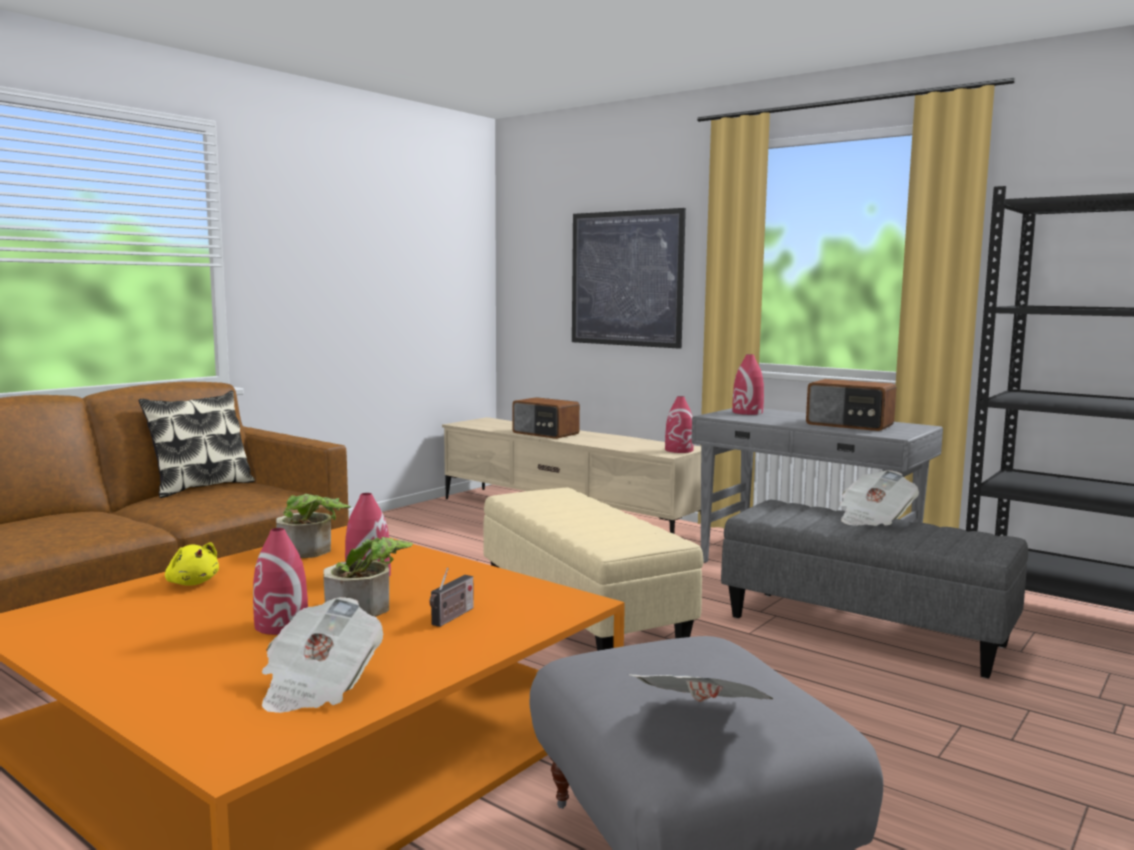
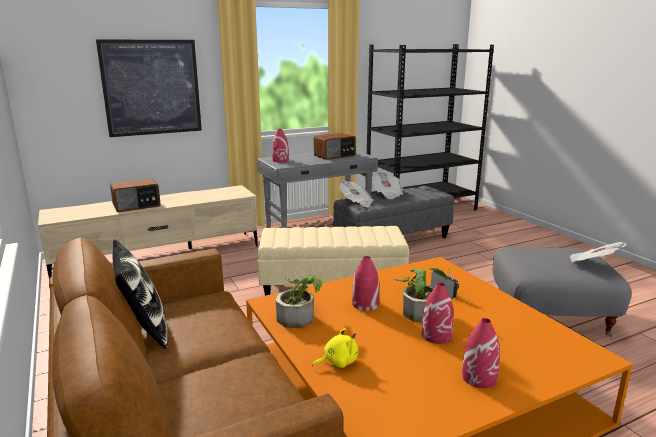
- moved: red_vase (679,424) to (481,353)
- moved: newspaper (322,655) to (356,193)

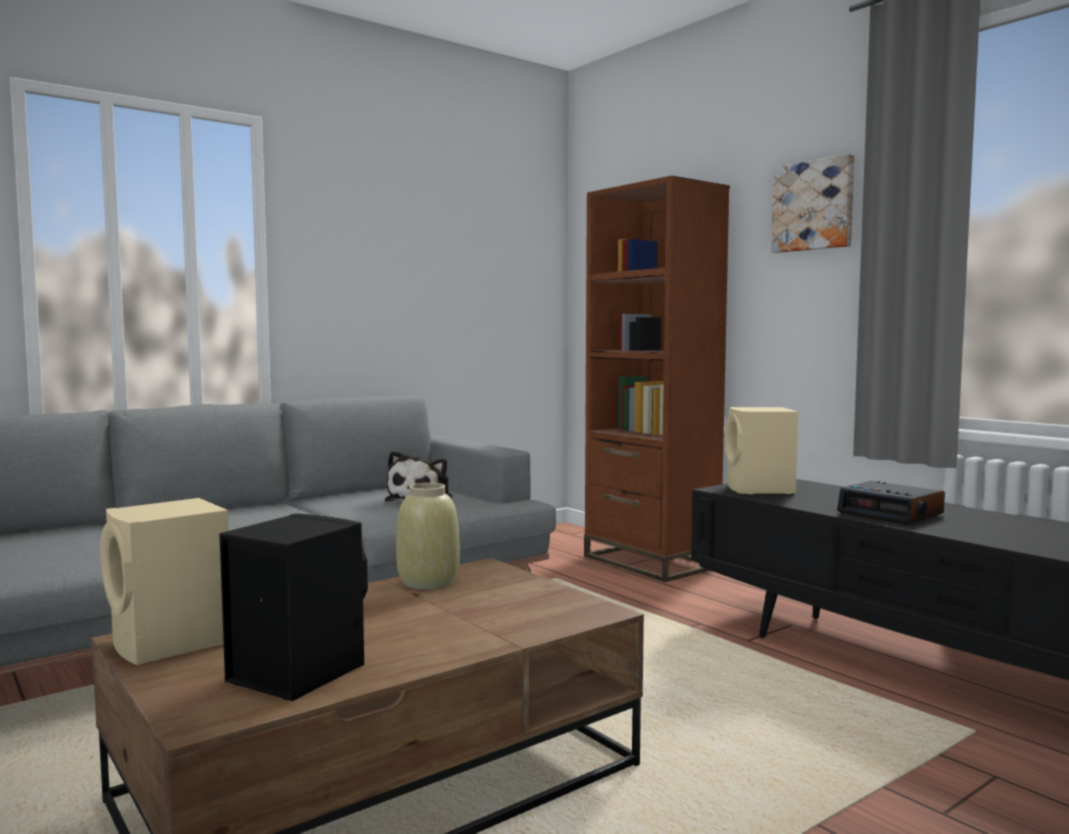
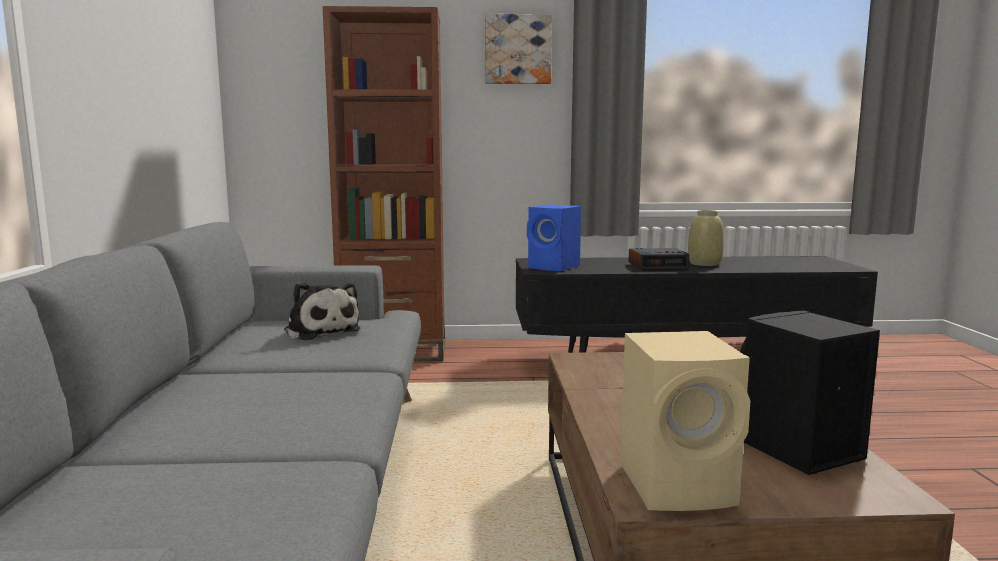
- recoloured: beige_speaker (761,450) to blue_speaker (554,237)
- moved: beige_vase (428,536) to (706,238)

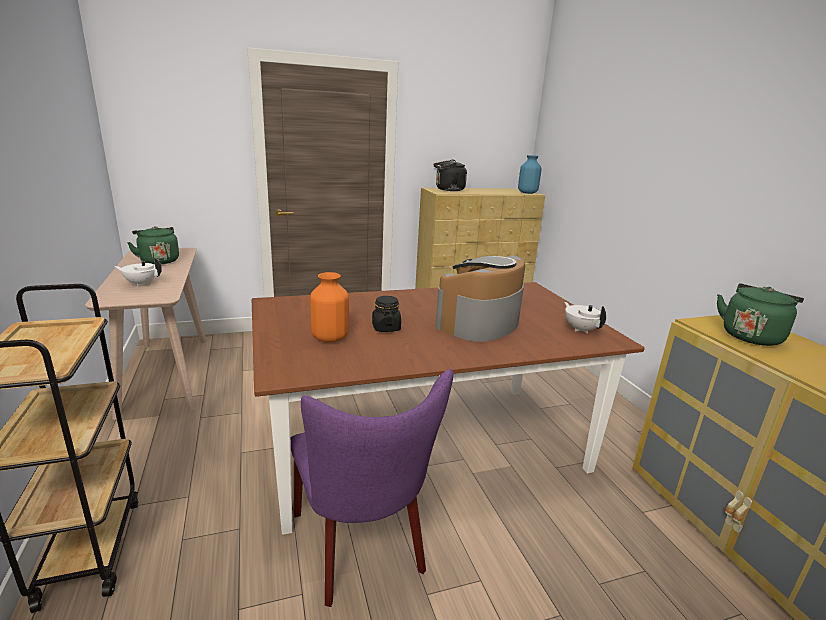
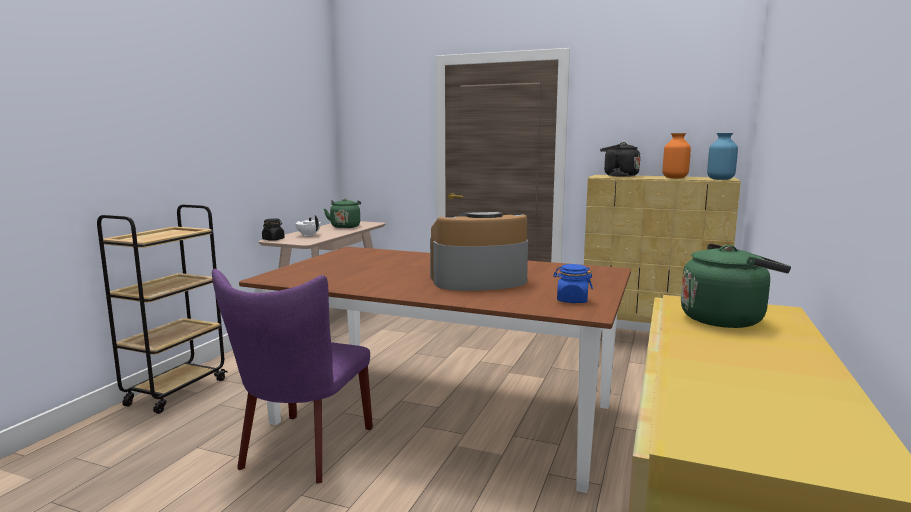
- moved: orange_vase (329,307) to (677,155)
- moved: black_jar (386,314) to (273,230)
- replaced: white_teapot (585,318) to blue_jar (573,283)

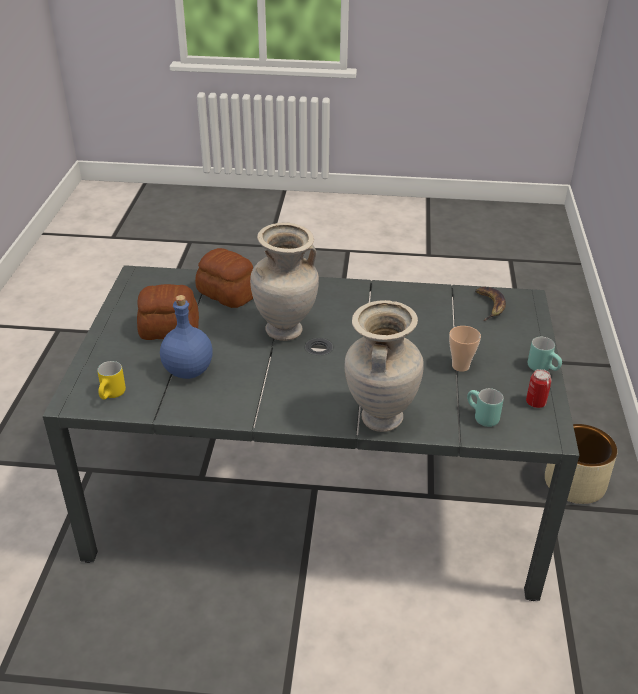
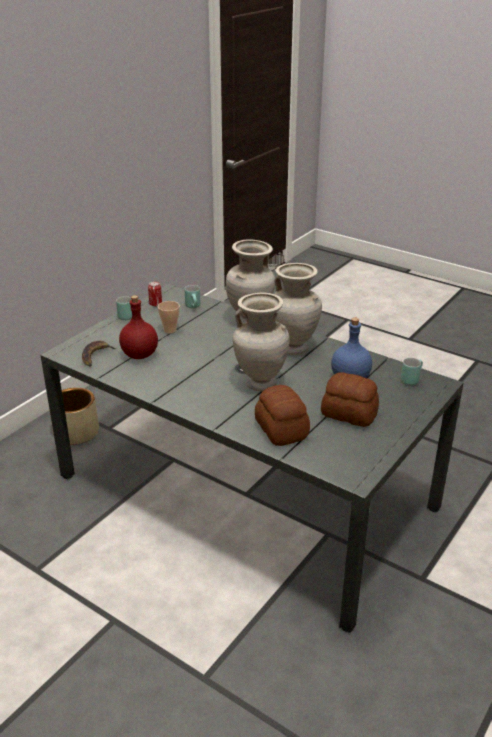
- recoloured: yellow_mug (111,380) to turquoise_mug (412,371)
- added: beige_vase (298,309)
- added: red_bottle (138,327)

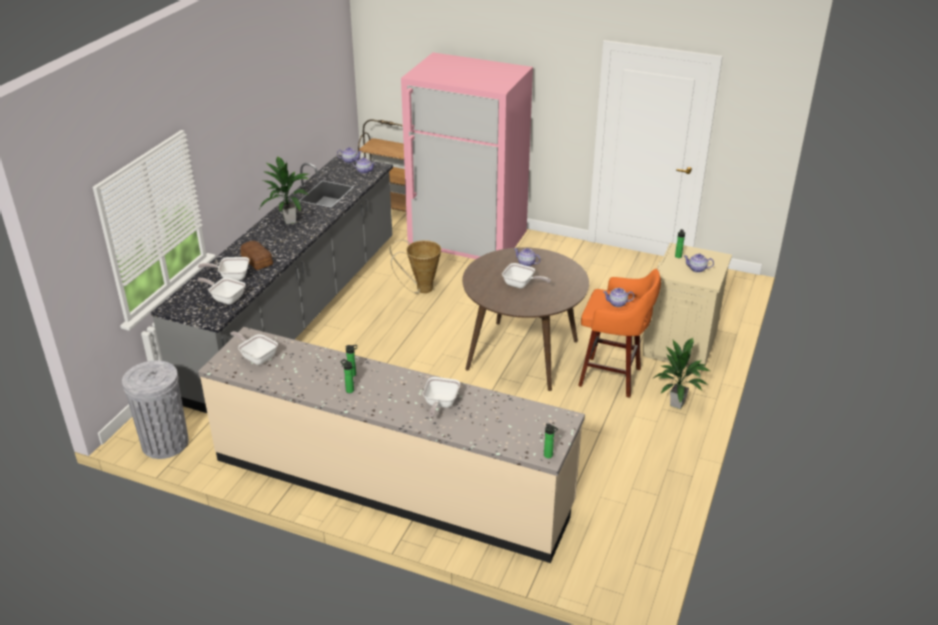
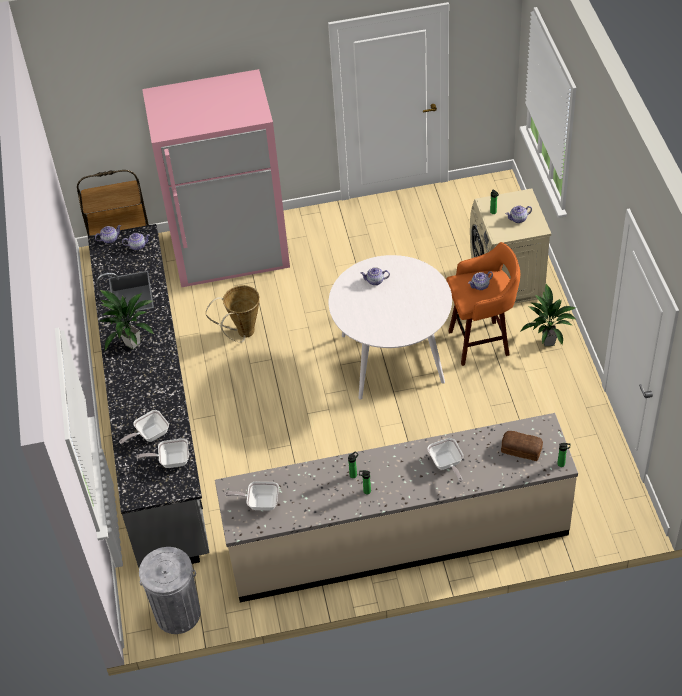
- moved: bread (256,255) to (522,446)
- recoloured: brown_dining_table (525,319) to white_dining_table (390,327)
- removed: frying_pan (526,275)

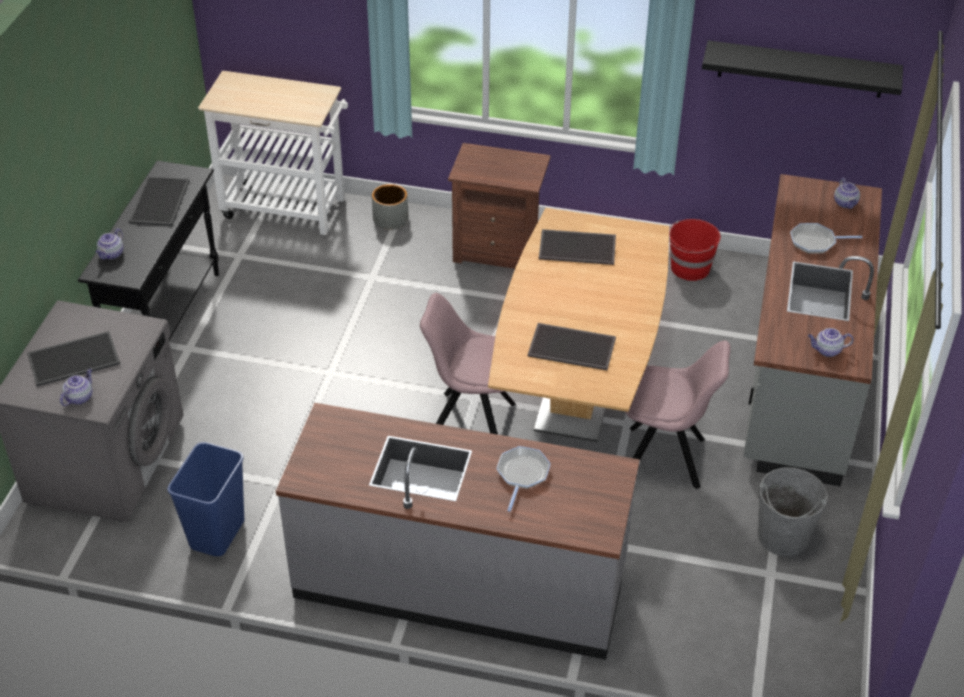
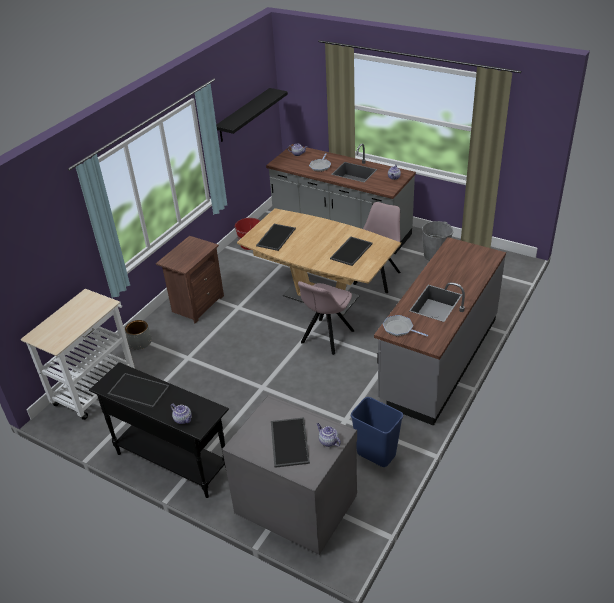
- moved: frying_pan (524,479) to (405,326)

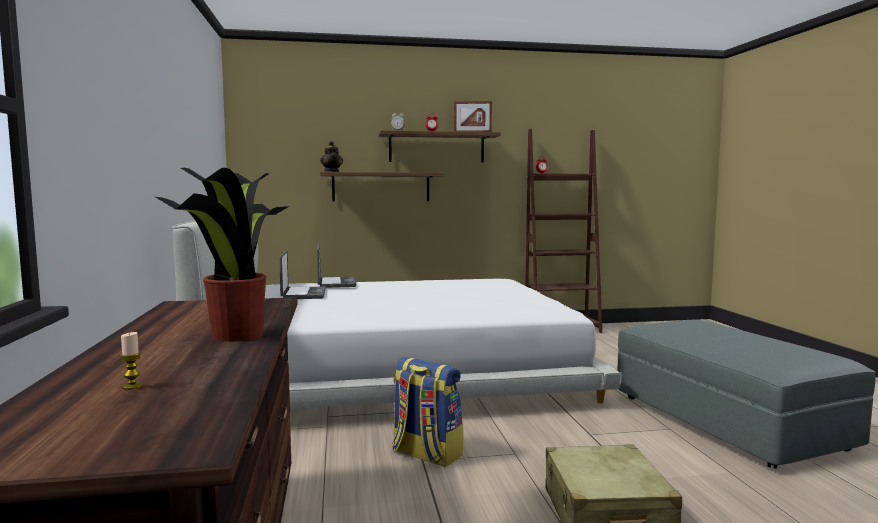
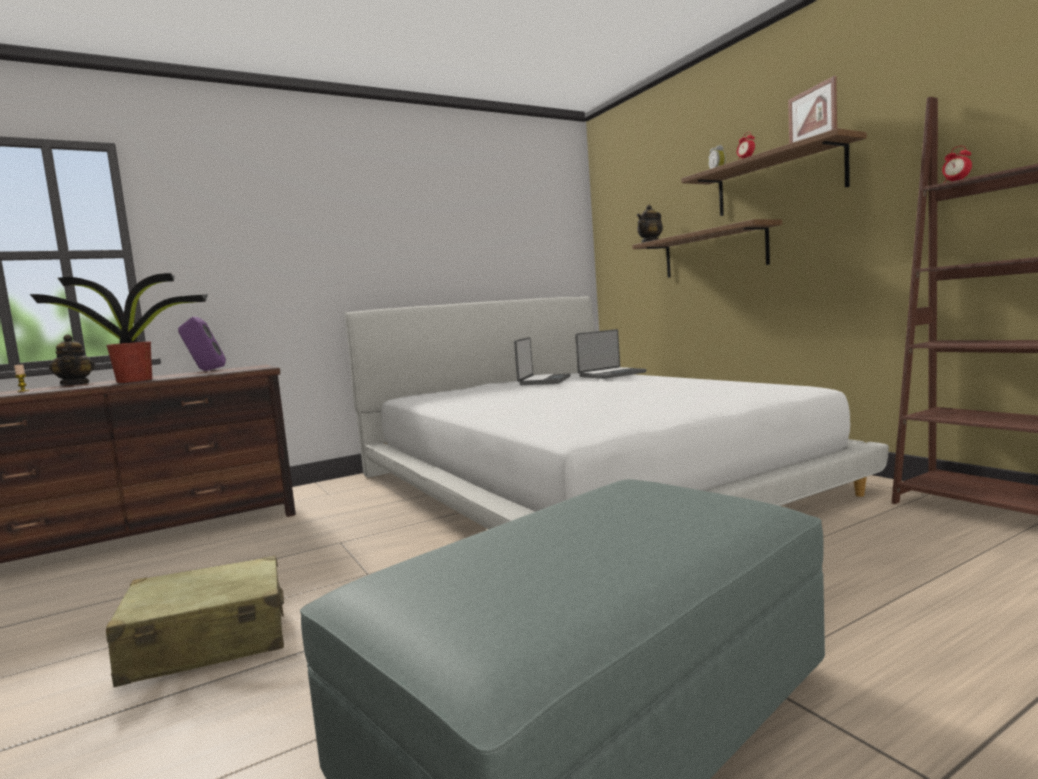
- turned: laptop (302,275) = (542,361) 45 degrees counterclockwise
- removed: backpack (427,412)
- added: purple_speaker (202,344)
- added: teapot (72,359)

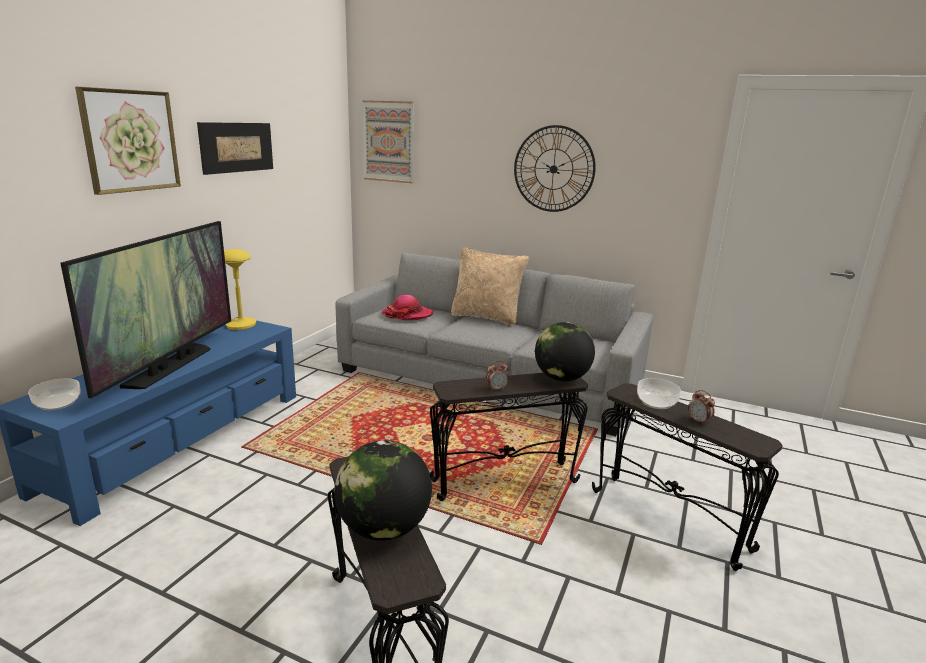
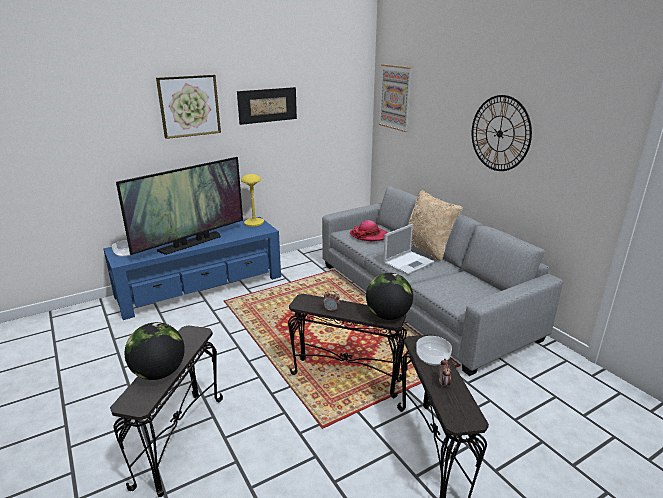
- added: laptop (409,249)

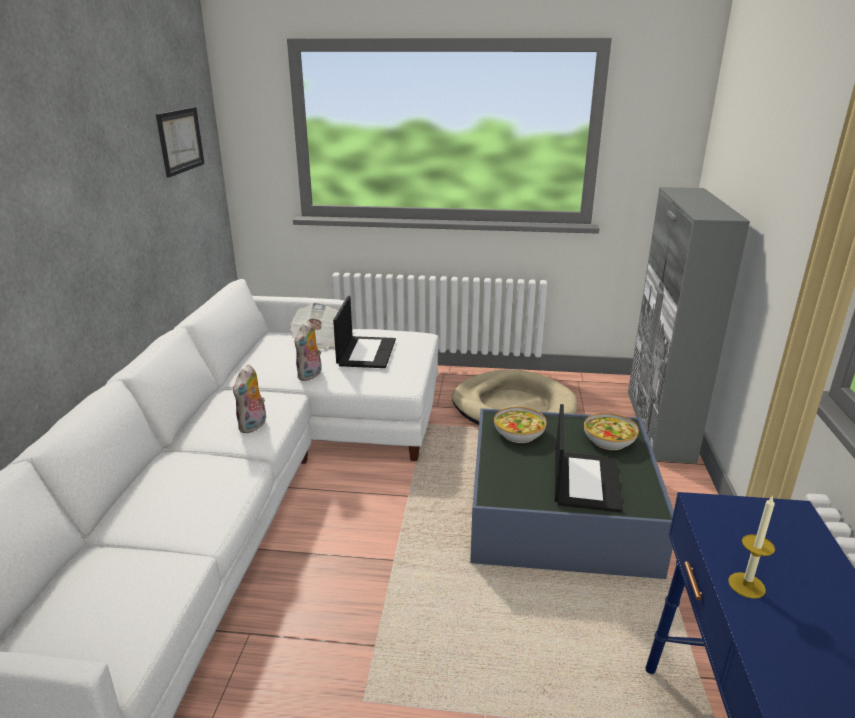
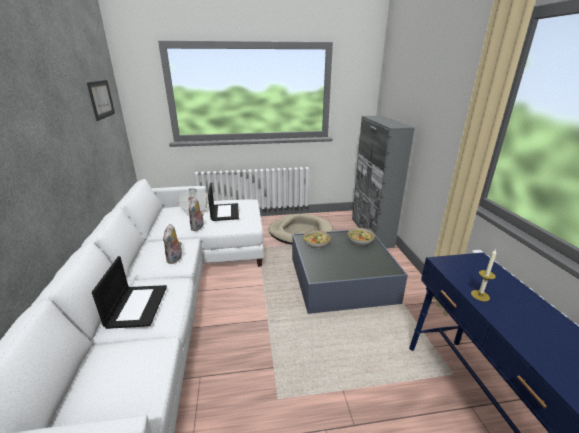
- moved: laptop (589,458) to (129,292)

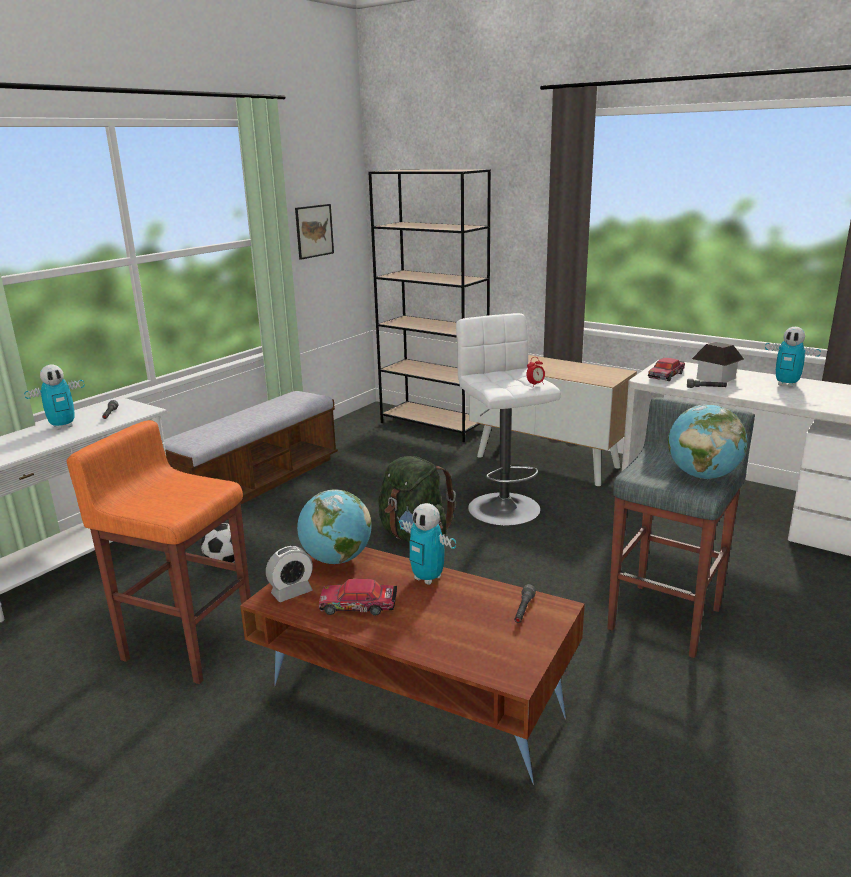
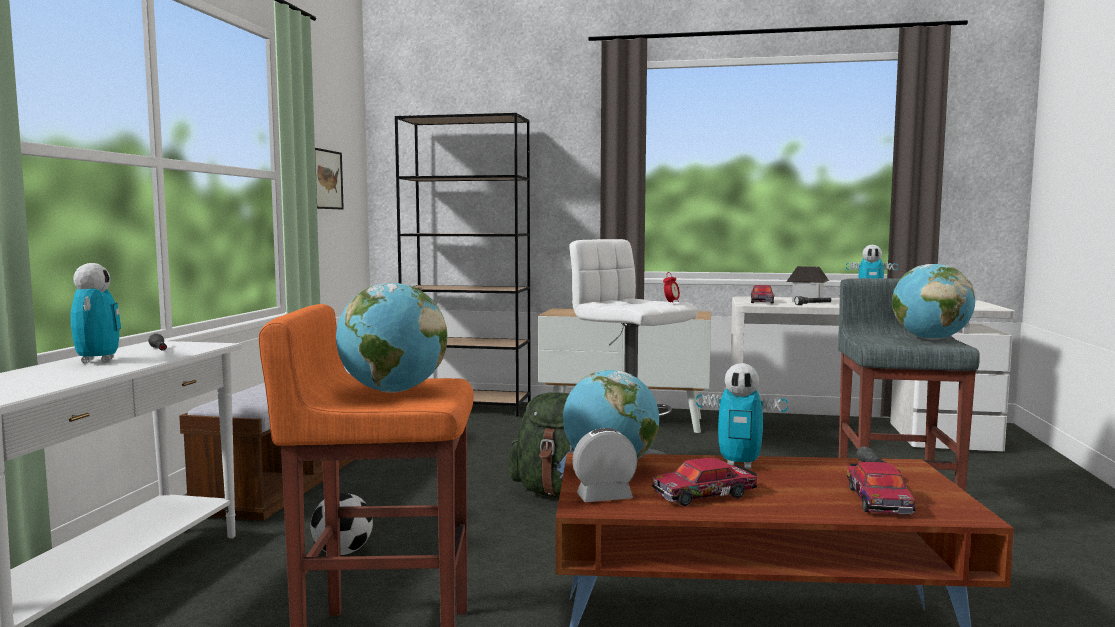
- turned: toy_robot (54,397) = (96,313) 45 degrees counterclockwise
- turned: alarm_clock (289,574) = (604,465) 135 degrees counterclockwise
- added: globe (391,338)
- added: toy_car (881,488)

